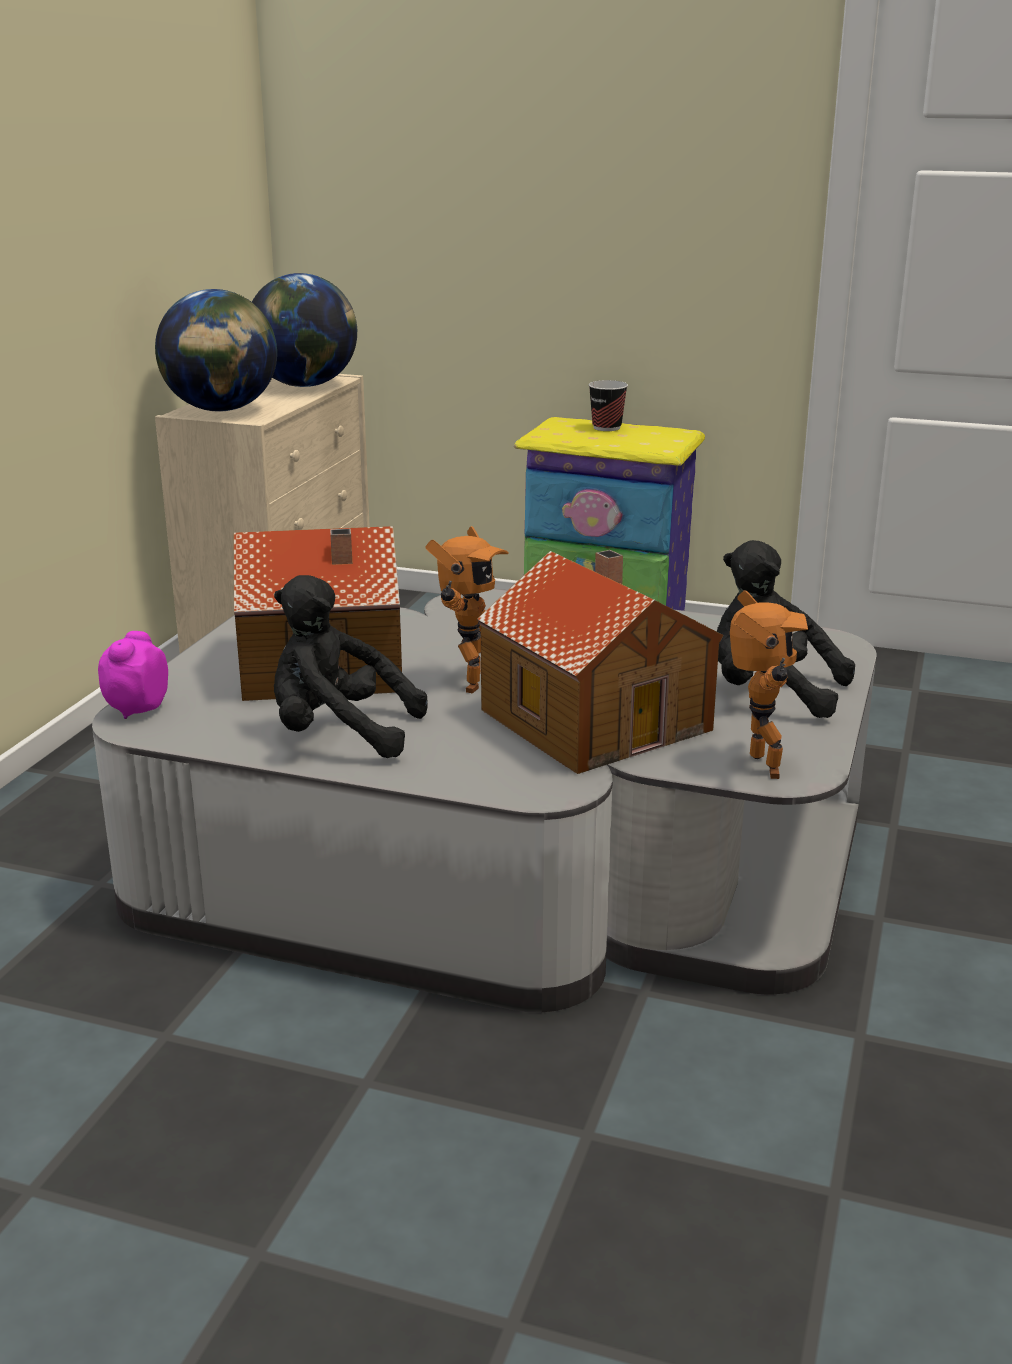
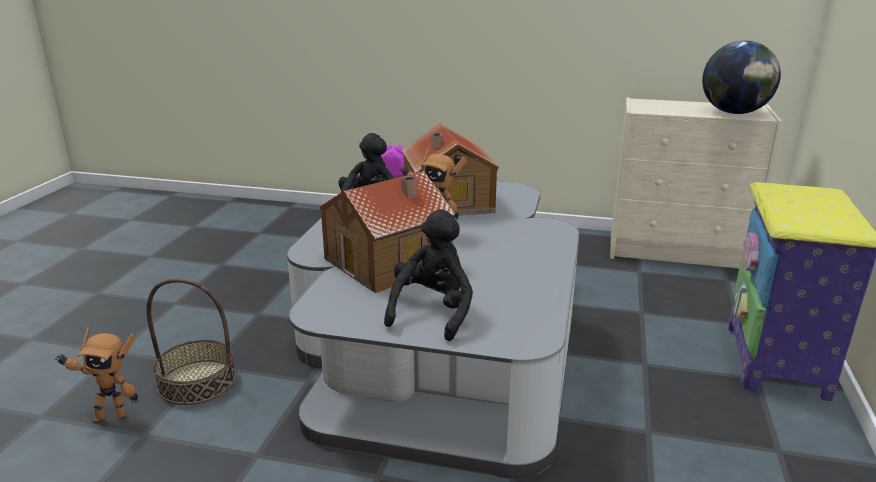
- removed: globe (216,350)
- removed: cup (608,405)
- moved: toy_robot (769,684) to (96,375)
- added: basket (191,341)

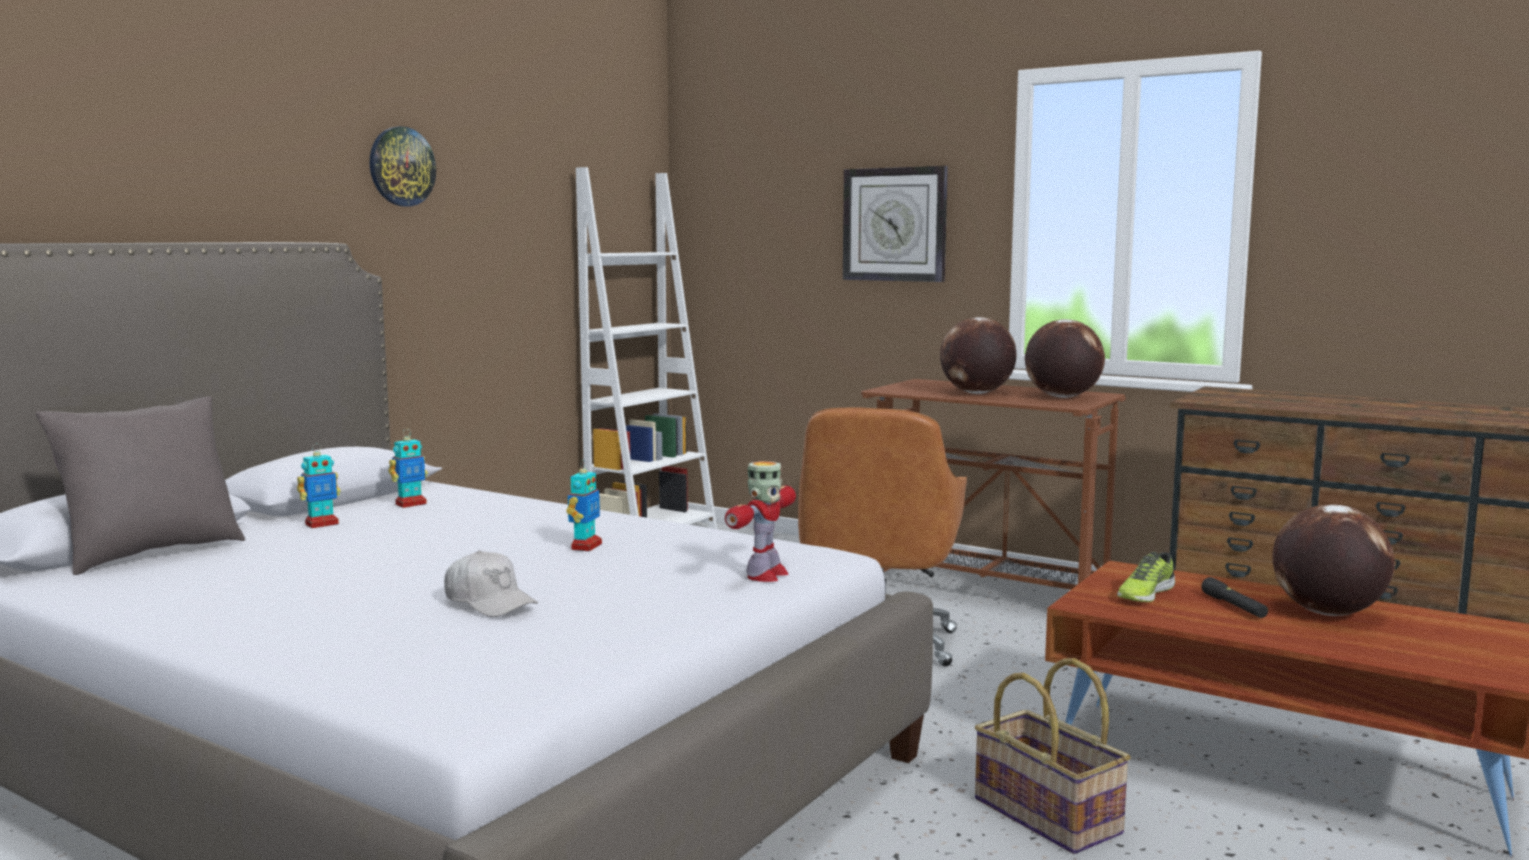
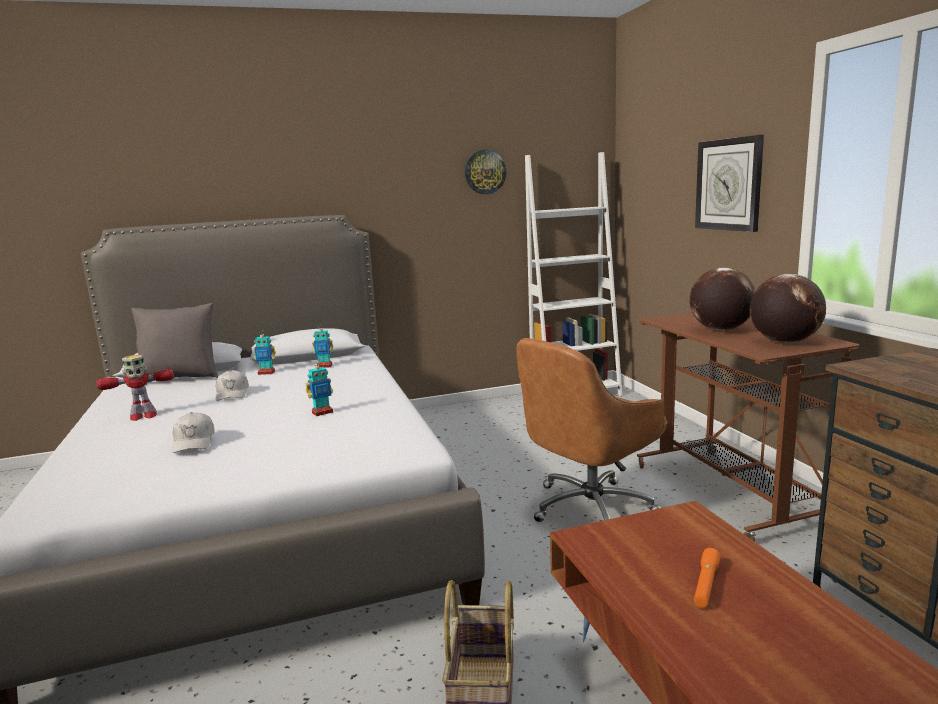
- moved: wall_clock (403,166) to (485,172)
- moved: toy_robot (760,521) to (135,388)
- removed: globe (1333,560)
- removed: shoe (1146,577)
- recoloured: black_flashlight (1234,597) to orange_flashlight (707,578)
- added: white_cap (232,385)

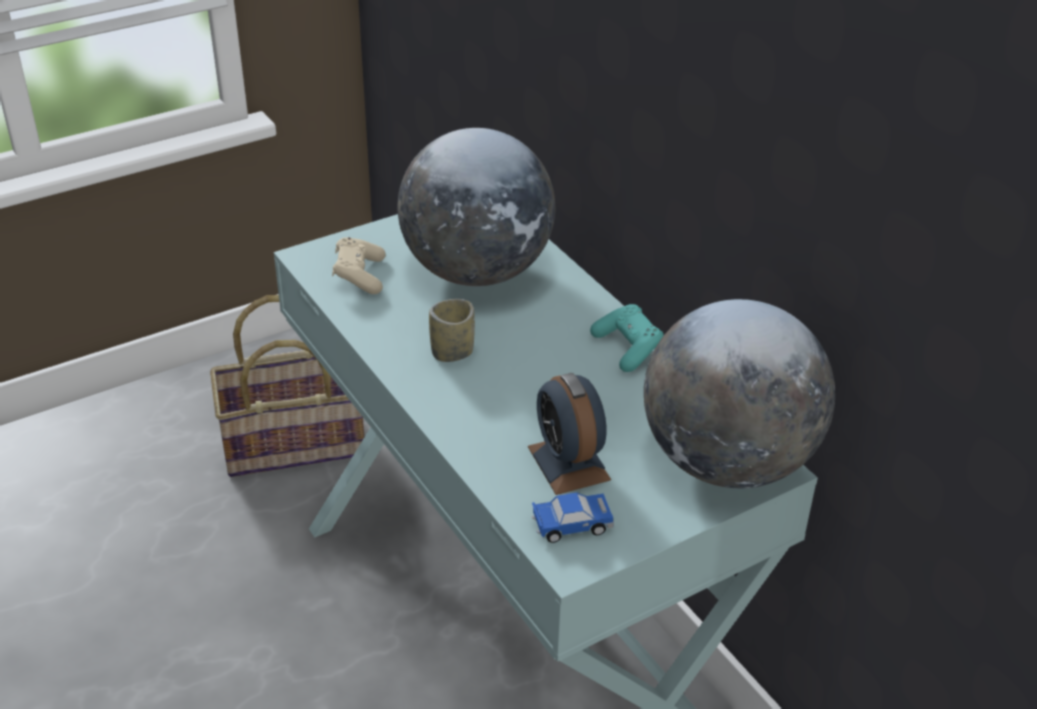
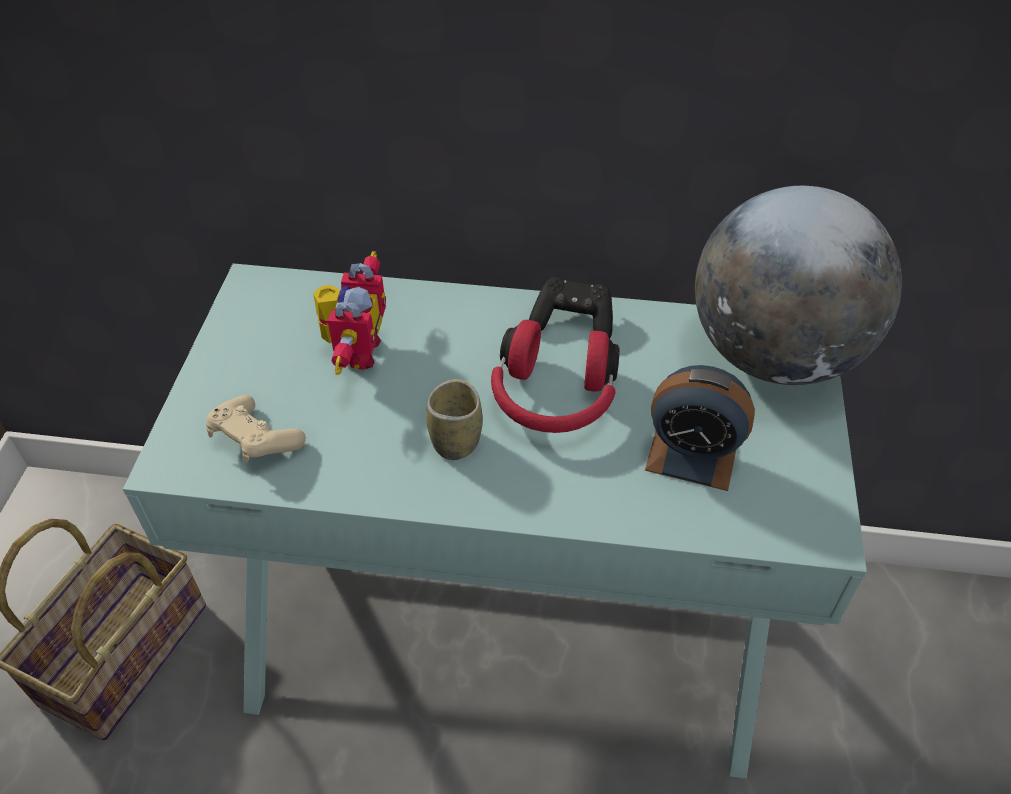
- replaced: globe (476,207) to toy_robot (349,313)
- recoloured: turquoise_game_controller (626,338) to black_game_controller (571,308)
- removed: toy_car (572,517)
- added: red_headphones (555,376)

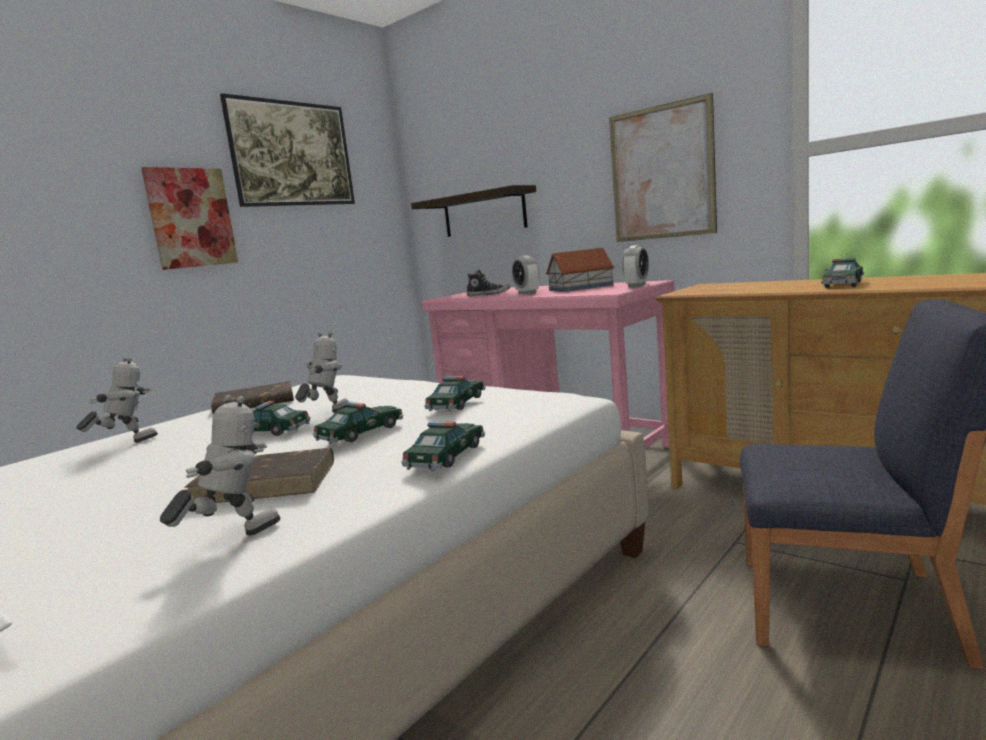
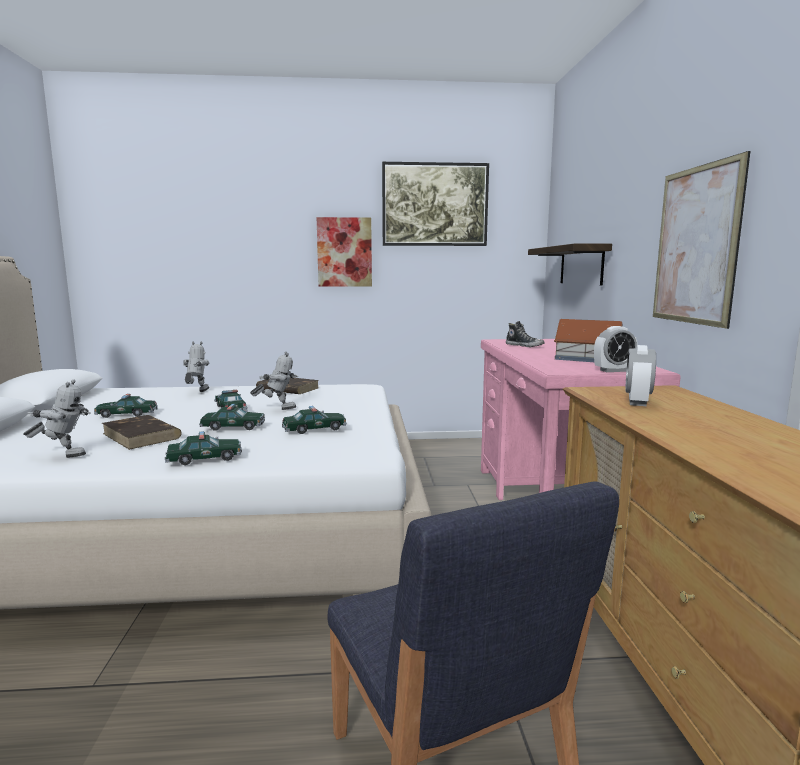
- moved: alarm_clock (525,274) to (640,375)
- moved: toy_car (843,273) to (126,406)
- turned: toy_robot (117,400) = (196,367) 90 degrees counterclockwise

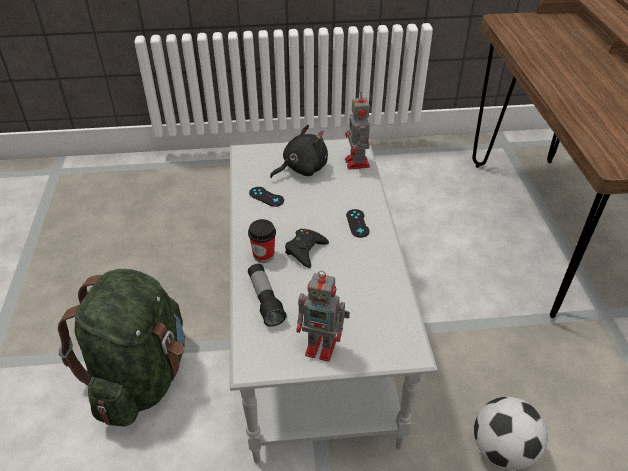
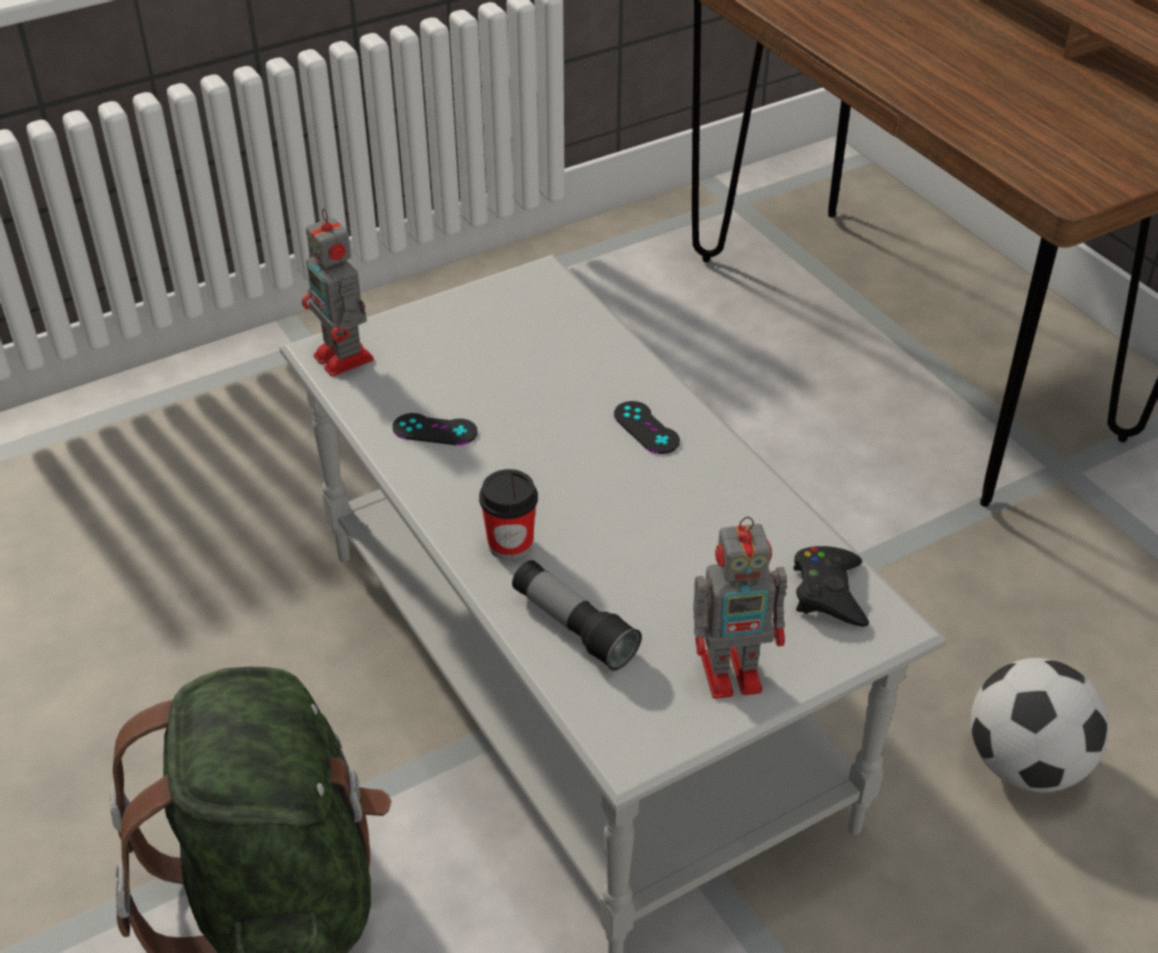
- moved: toy_robot (357,131) to (338,292)
- removed: black_plush_toy (299,151)
- moved: black_game_controller (307,248) to (831,586)

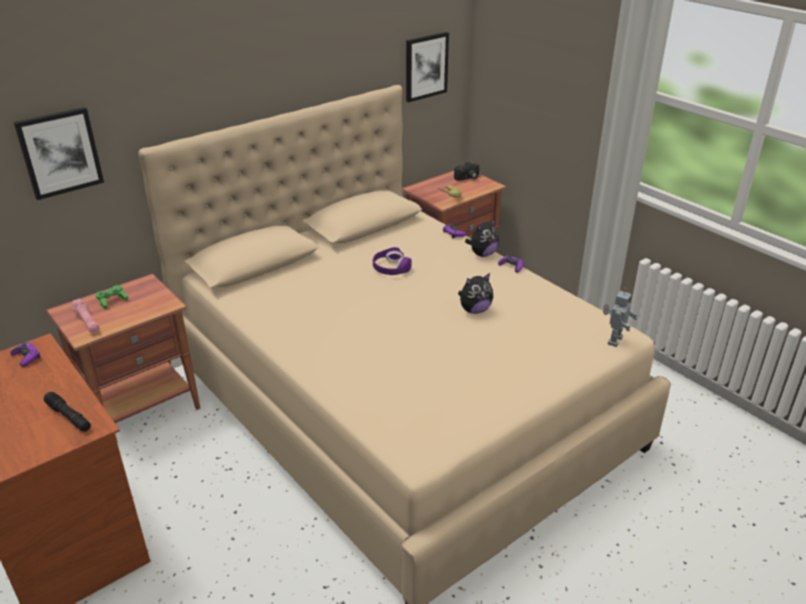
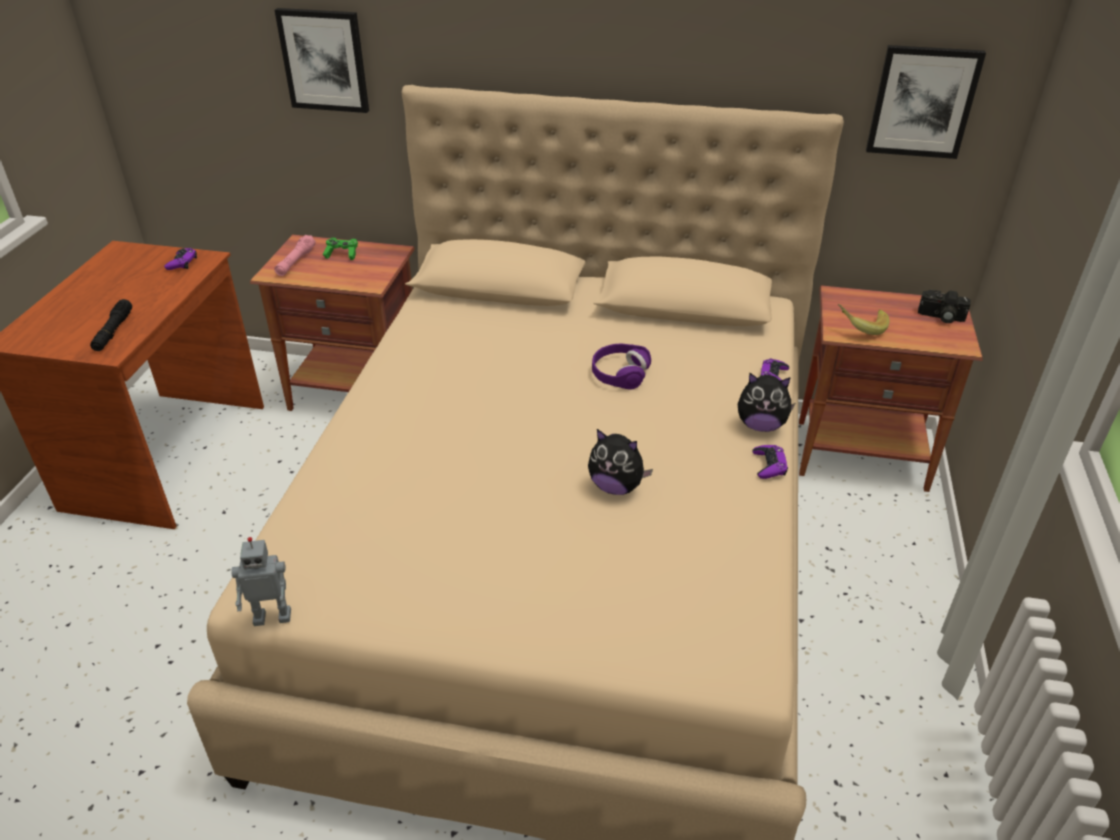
- moved: toy_robot (620,317) to (261,581)

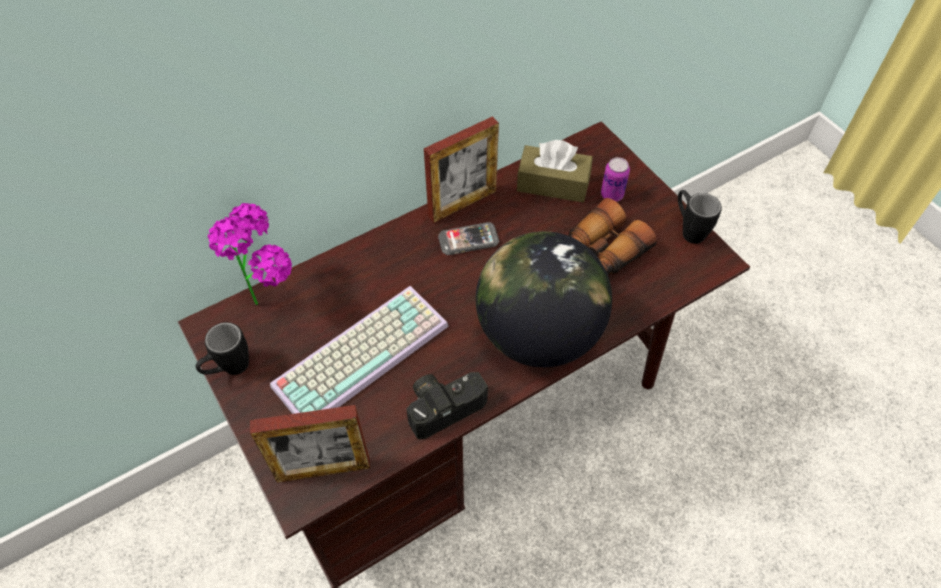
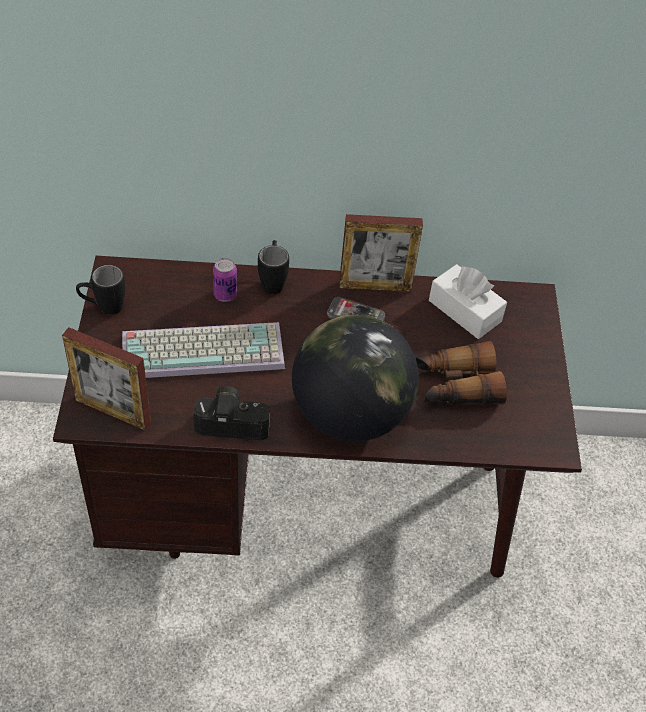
- recoloured: brown_tissue_box (555,171) to white_tissue_box (468,301)
- moved: can (615,179) to (225,280)
- moved: black_mug (700,217) to (273,267)
- removed: potted_plant (250,254)

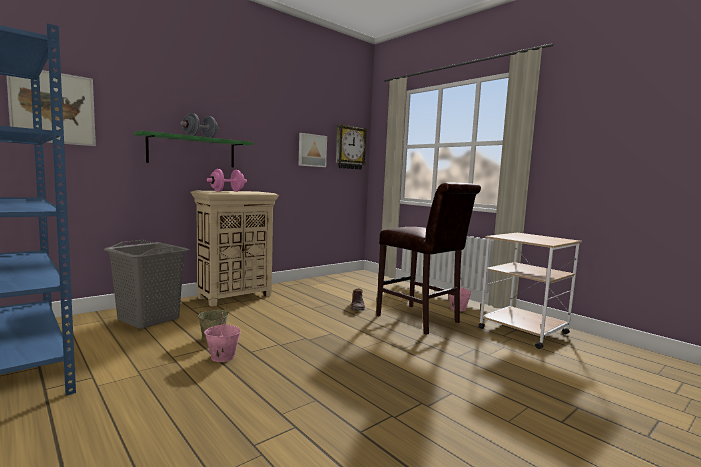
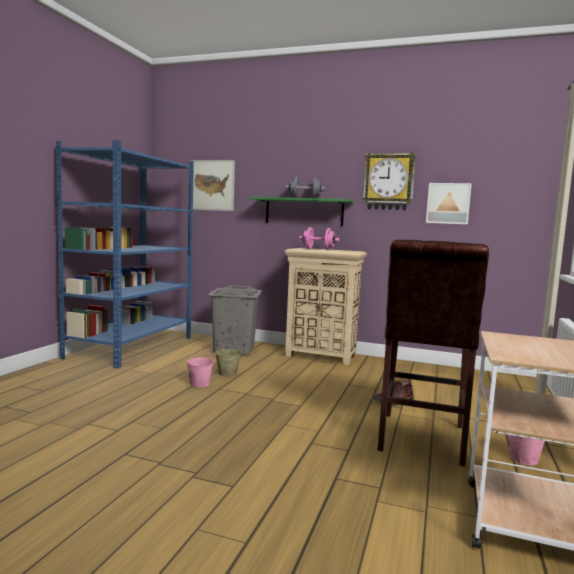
- moved: wall_clock (352,147) to (389,181)

